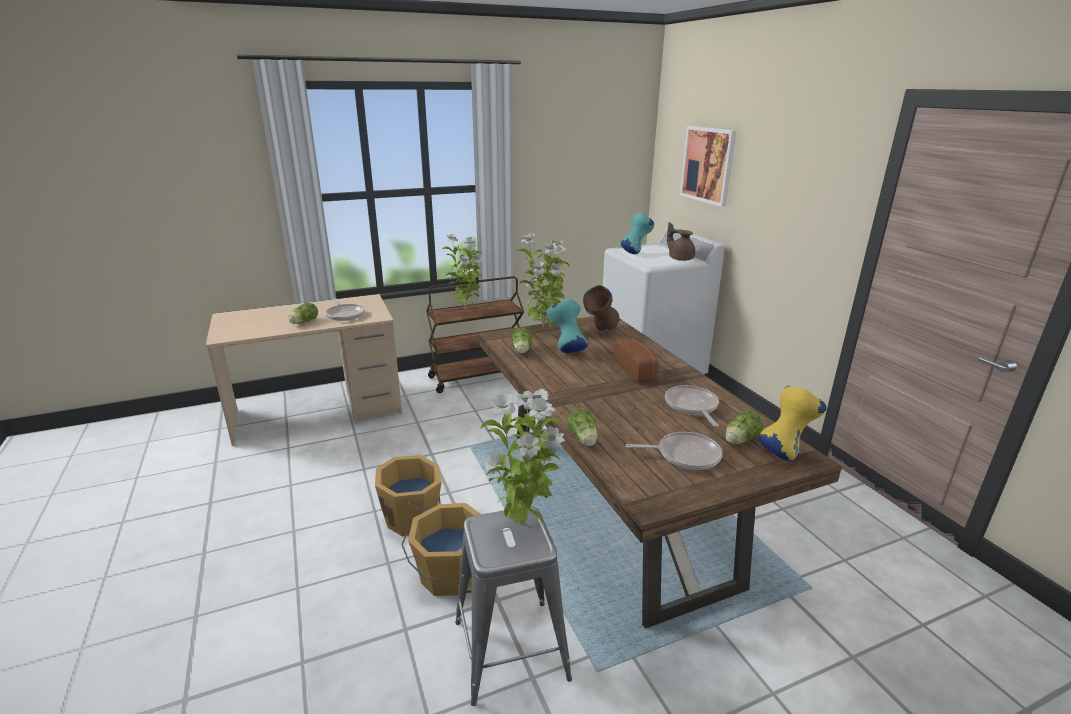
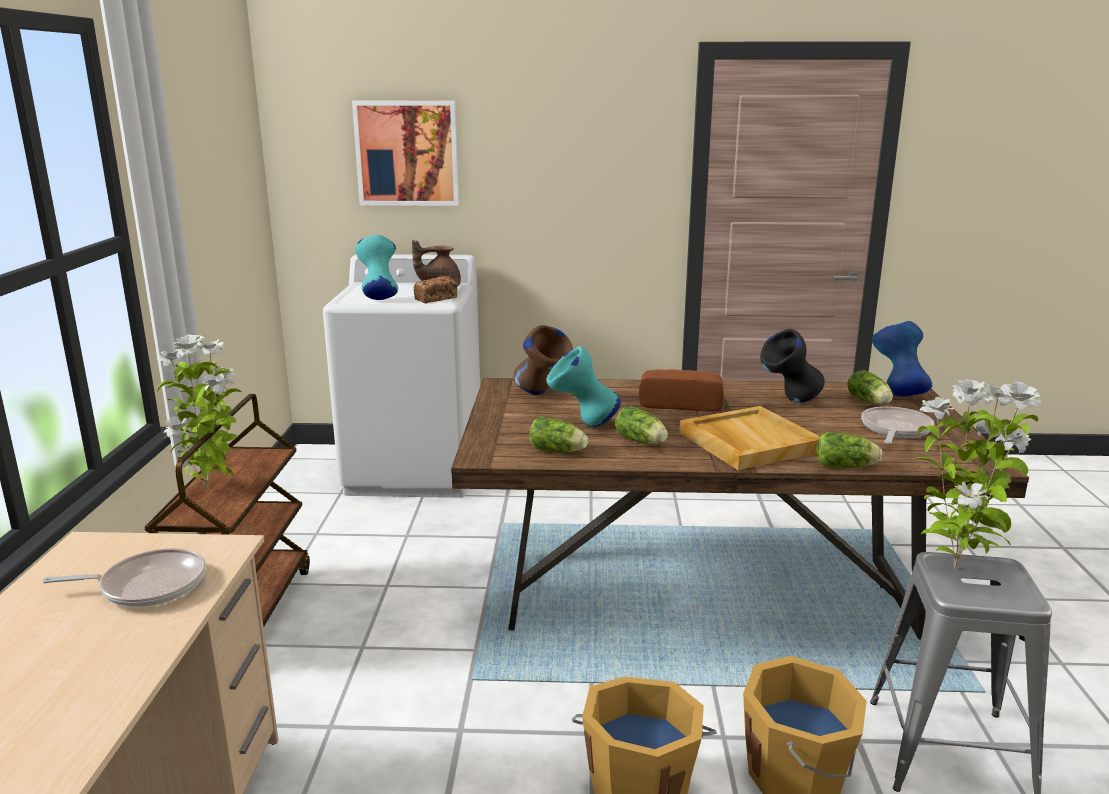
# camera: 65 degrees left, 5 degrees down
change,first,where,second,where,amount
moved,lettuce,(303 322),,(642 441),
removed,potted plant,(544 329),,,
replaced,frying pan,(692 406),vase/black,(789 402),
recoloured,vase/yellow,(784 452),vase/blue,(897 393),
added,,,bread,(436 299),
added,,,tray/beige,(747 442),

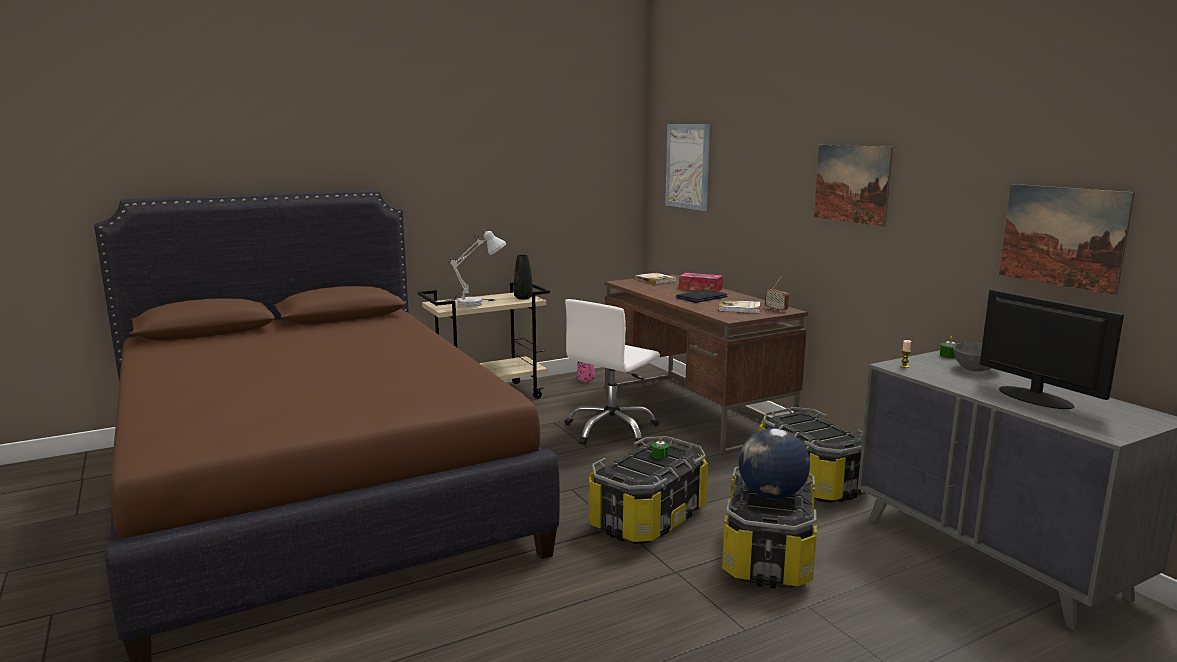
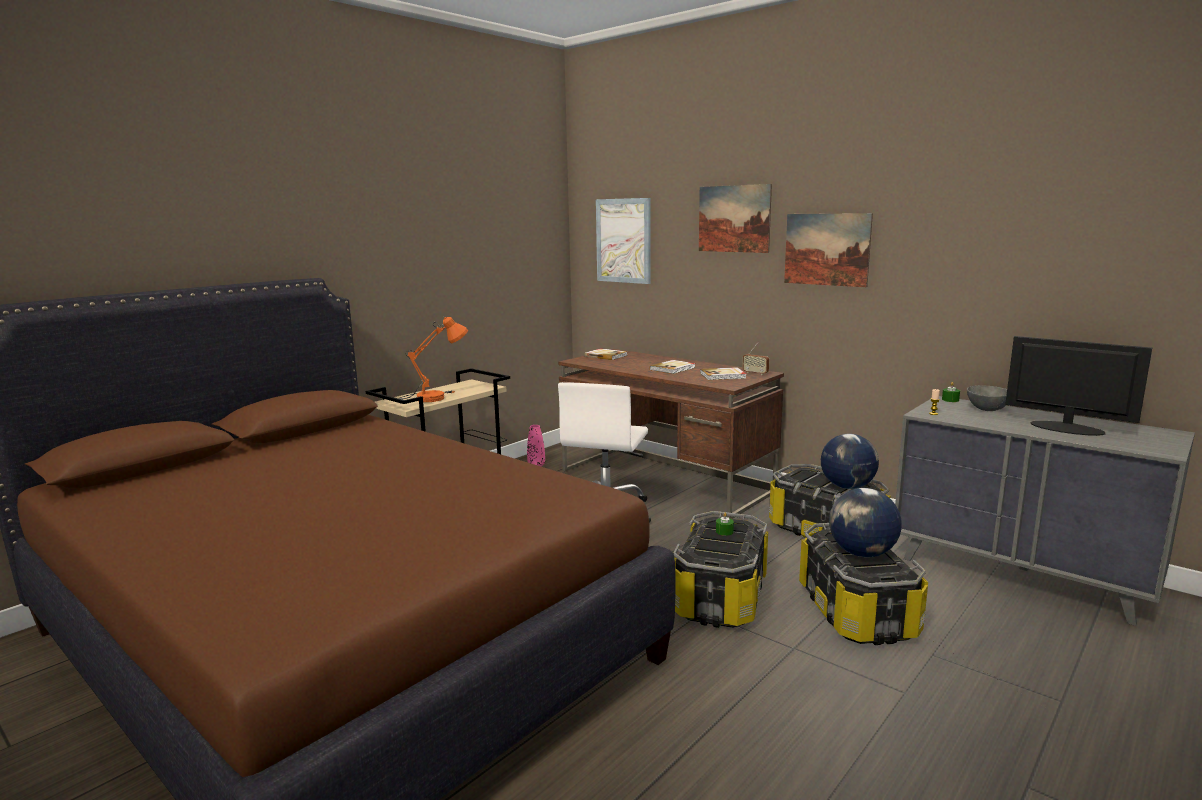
# camera: 20 degrees left, 0 degrees up
change,first,where,second,where,amount
recoloured,table lamp/white,(475 303),table lamp/orange,(434 397),
removed,vase/black,(523 298),,,
replaced,laptop,(701 297),book,(673 368),
removed,tissue box,(700 288),,,
moved,picture,(1062 236),,(734 219),
added,,,globe,(848 487),

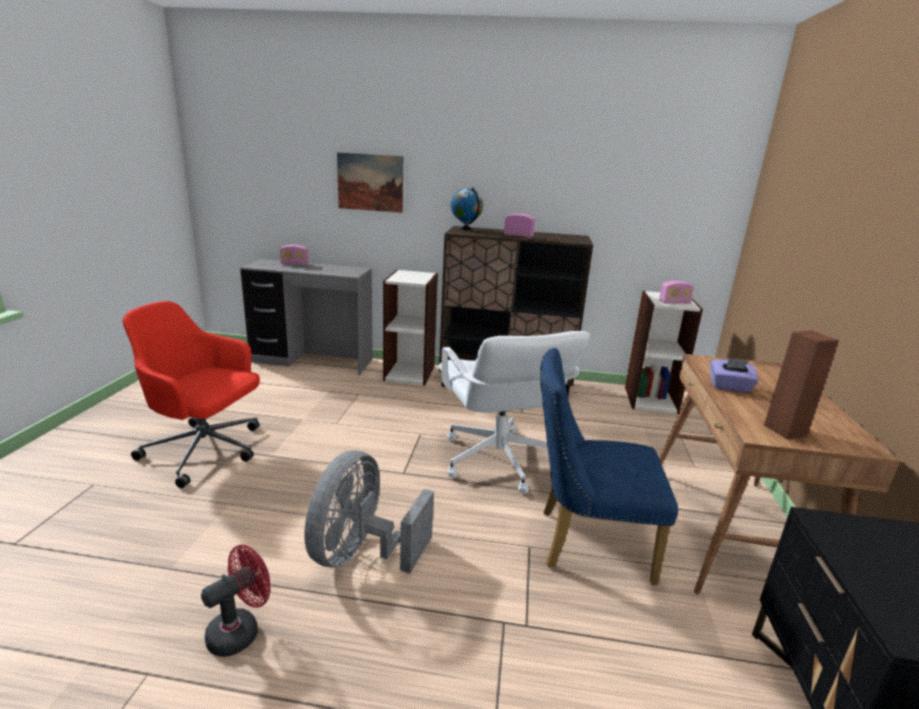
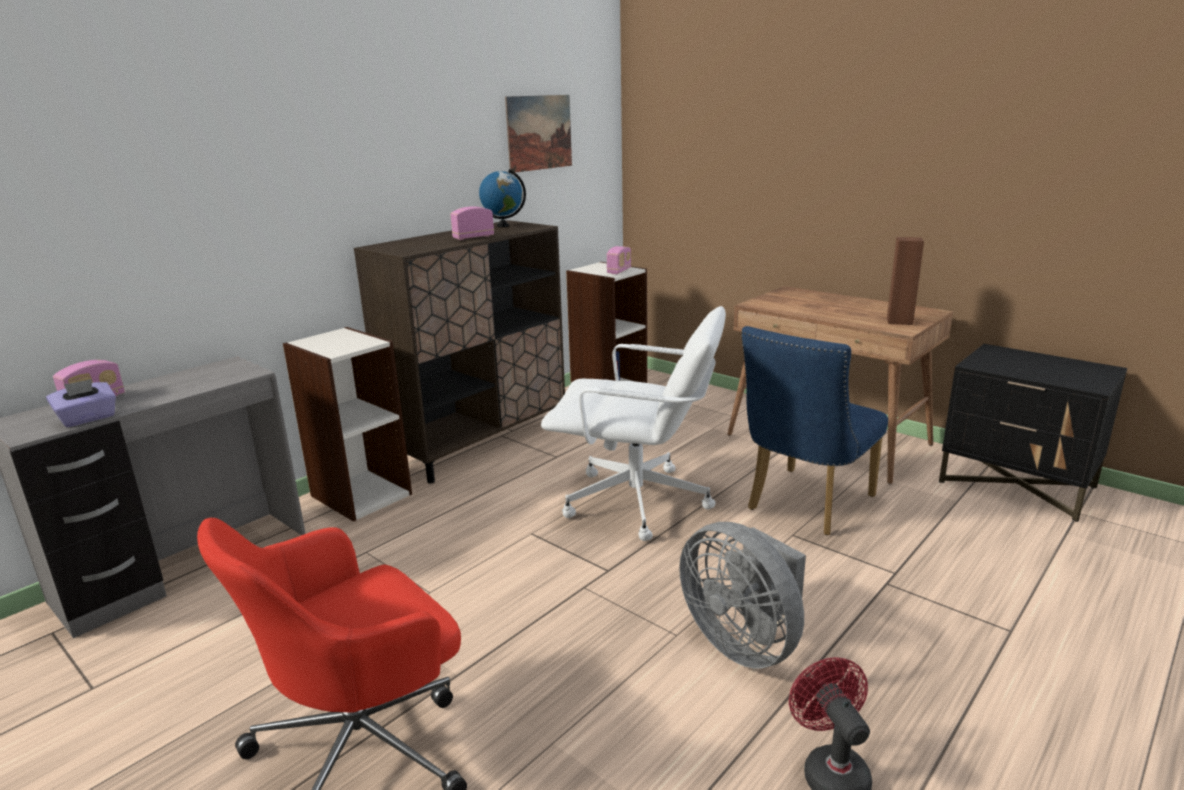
# camera: 55 degrees left, 0 degrees up
change,first,where,second,where,amount
moved,picture,(370 182),,(539 132),
moved,globe,(465 229),,(503 226),
moved,tissue box/purple,(730 387),,(88 419),

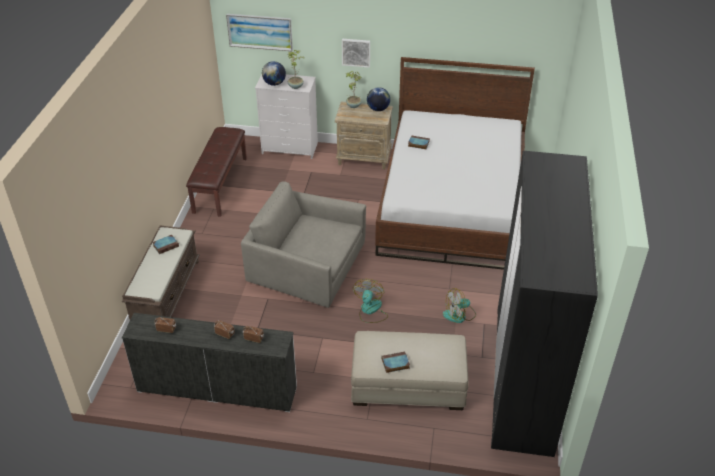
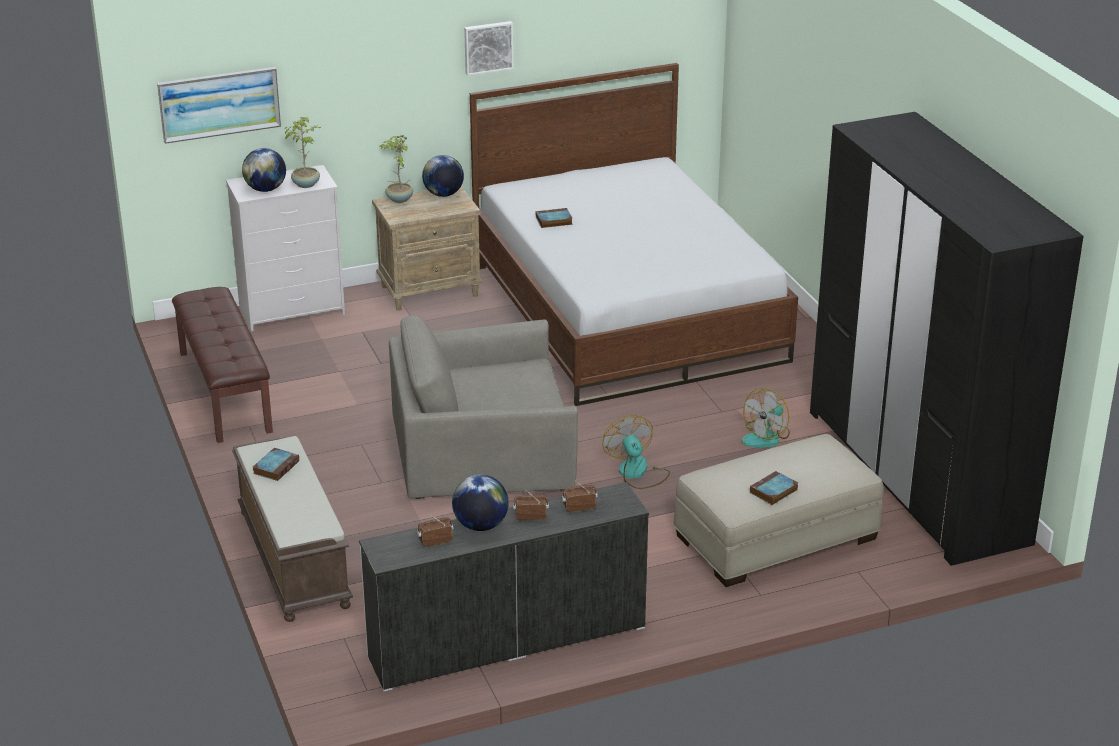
# camera: 30 degrees left, 10 degrees down
change,first,where,second,where,amount
moved,picture,(356 52),,(488 47),
added,,,globe,(480 525),

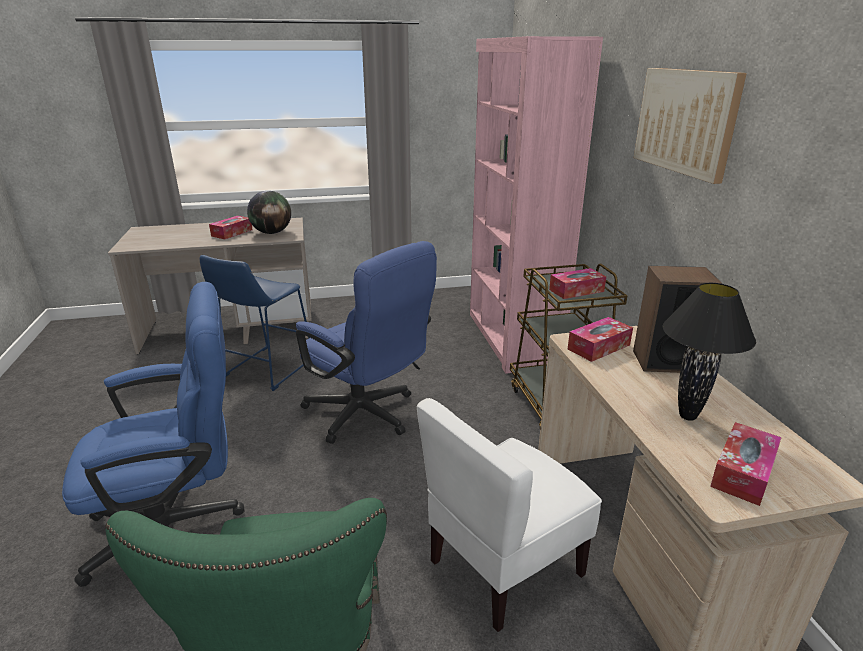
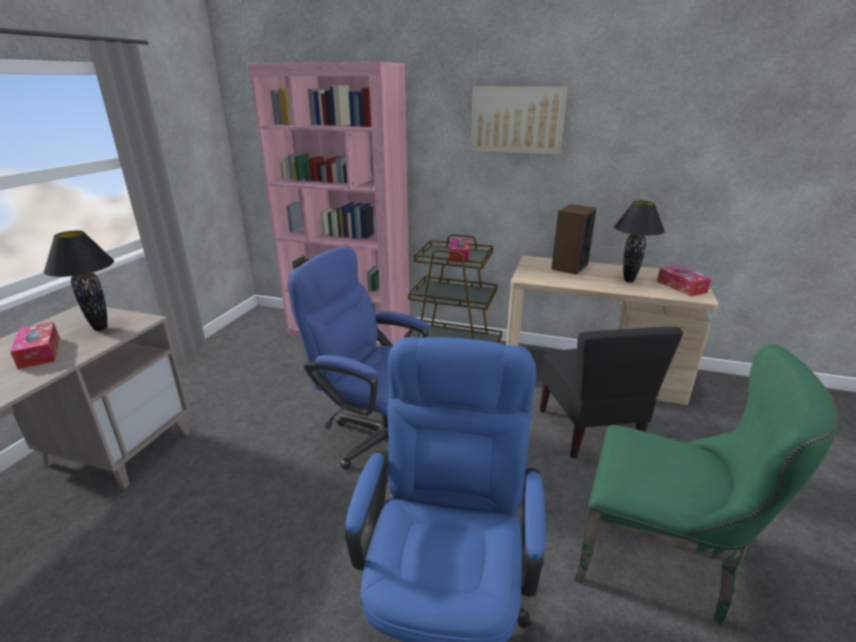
# camera: 60 degrees left, 0 degrees up
change,first,where,second,where,amount
removed,stool/blue,(266 370),,,
replaced,globe,(272 232),table lamp/black,(101 328),
turned,office chair/blue,(367 416),,(378 436),135 degrees counterclockwise
recoloured,chair/white,(504 566),chair/black,(589 430),
removed,tissue box,(599 347),,,

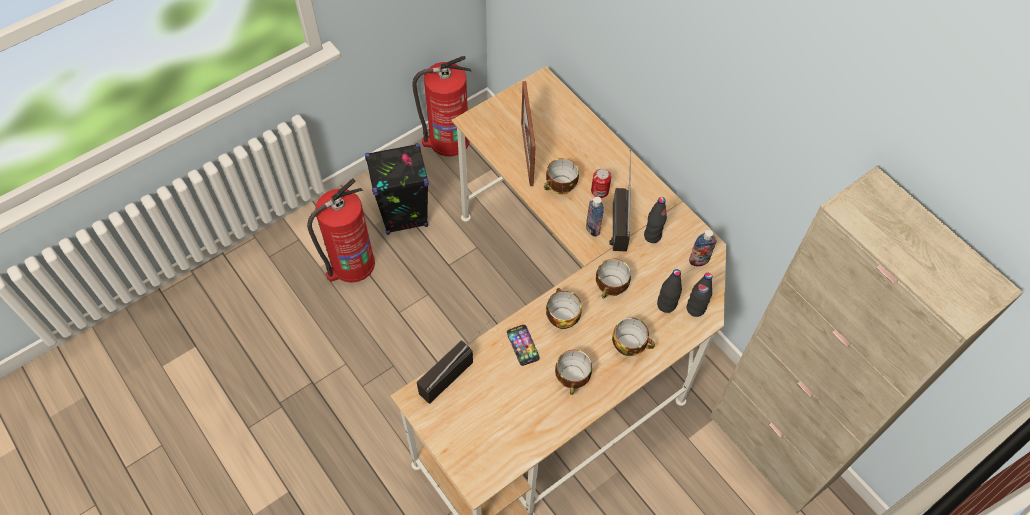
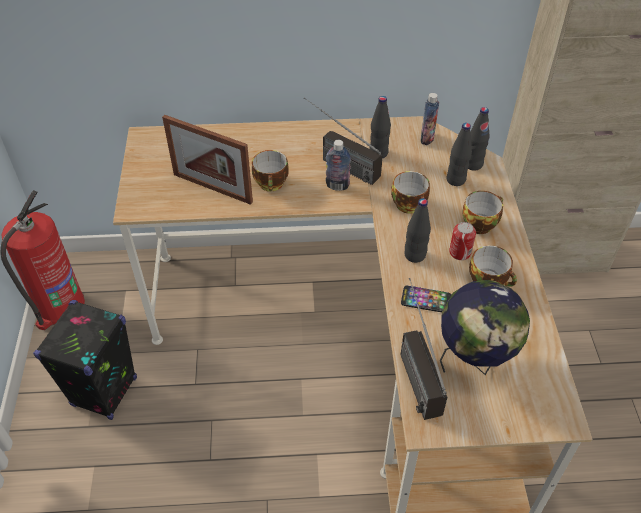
# camera: 55 degrees left, 10 degrees down
change,first,where,second,where,amount
removed,fire extinguisher,(351 264),,,
replaced,cup,(561 316),bottle/black,(415 255),
moved,can,(599 191),,(460 252),
added,,,globe,(474 360),

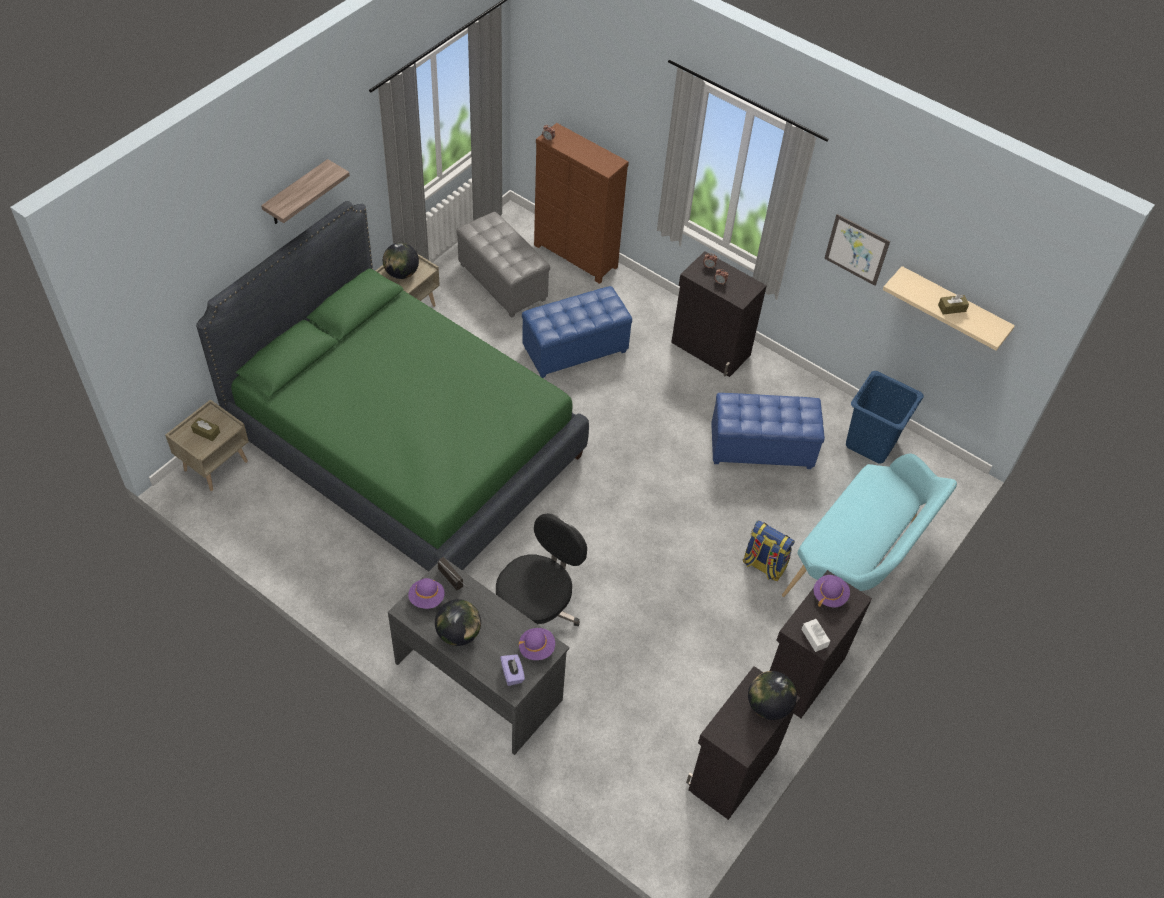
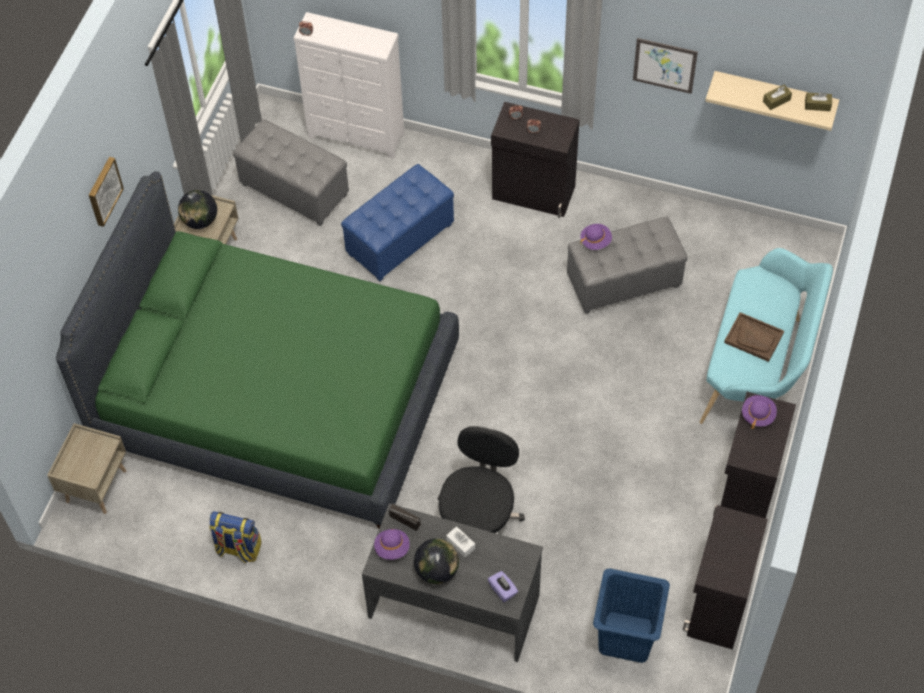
# camera: 15 degrees left, 5 degrees up
change,first,where,second,where,amount
moved,tissue box/brown,(206 432),,(817 105),
replaced,shelf,(297 194),picture,(103 191),
moved,hat/purple,(536 648),,(595 241),
recoloured,dresser/brown,(575 257),dresser/white,(356 136),
recoloured,ottoman/blue,(761 449),ottoman/grey,(624 283),
moved,backpack,(763 565),,(238 548),
removed,globe,(768 706),,,
moved,tissue box/white,(814 638),,(460 544),
moved,laundry basket/blue,(871 442),,(625 636),
added,,,tray/brown,(754 338),

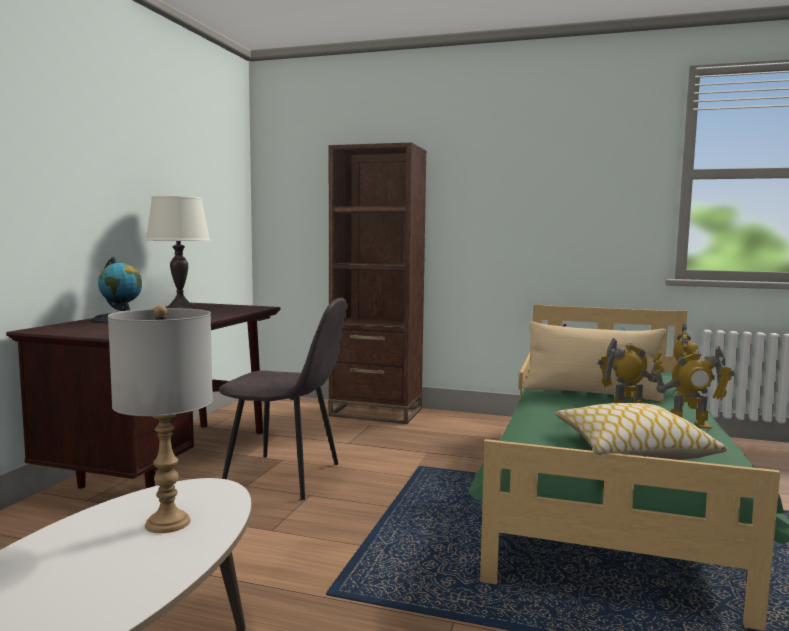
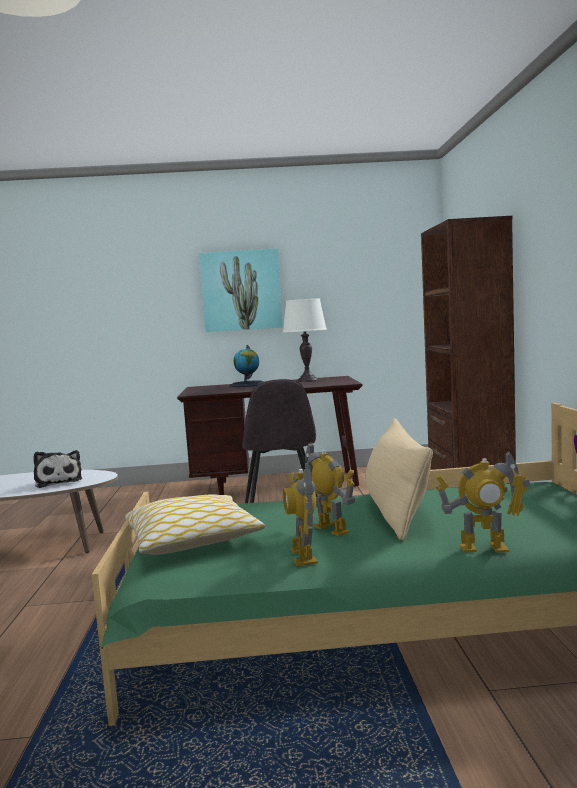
# camera: 70 degrees right, 0 degrees up
change,first,where,second,where,amount
replaced,table lamp/grey,(167 523),plush toy,(58 481),
added,,,picture,(241 290),

